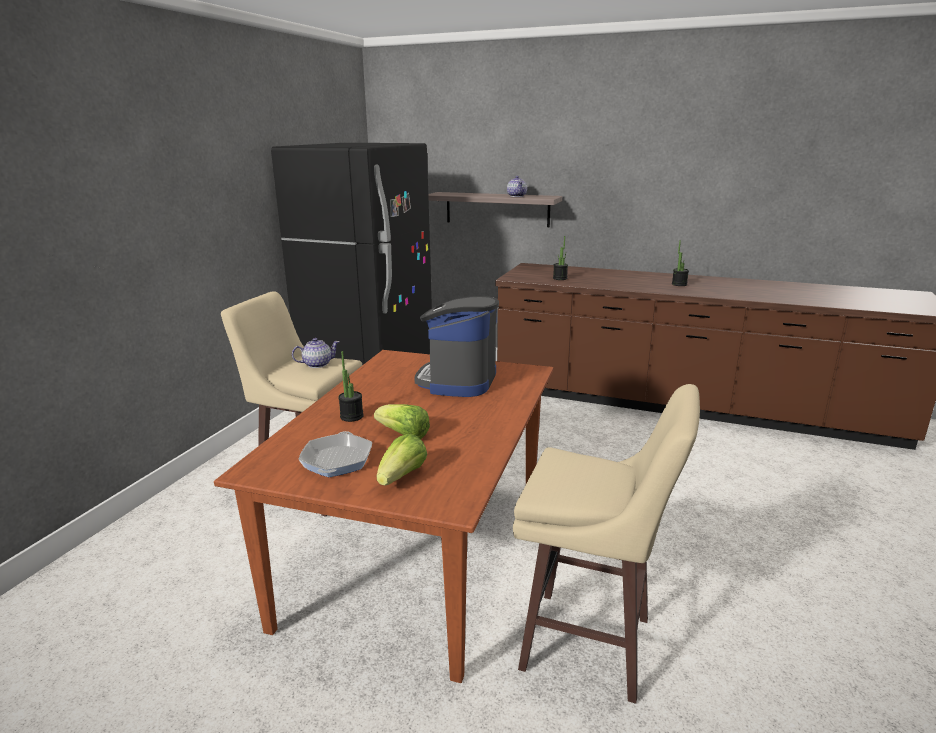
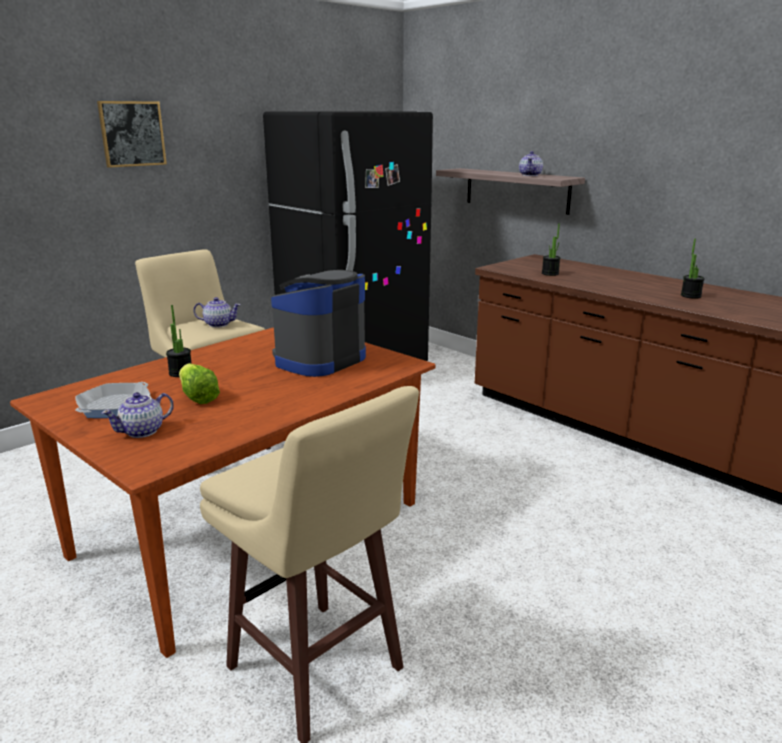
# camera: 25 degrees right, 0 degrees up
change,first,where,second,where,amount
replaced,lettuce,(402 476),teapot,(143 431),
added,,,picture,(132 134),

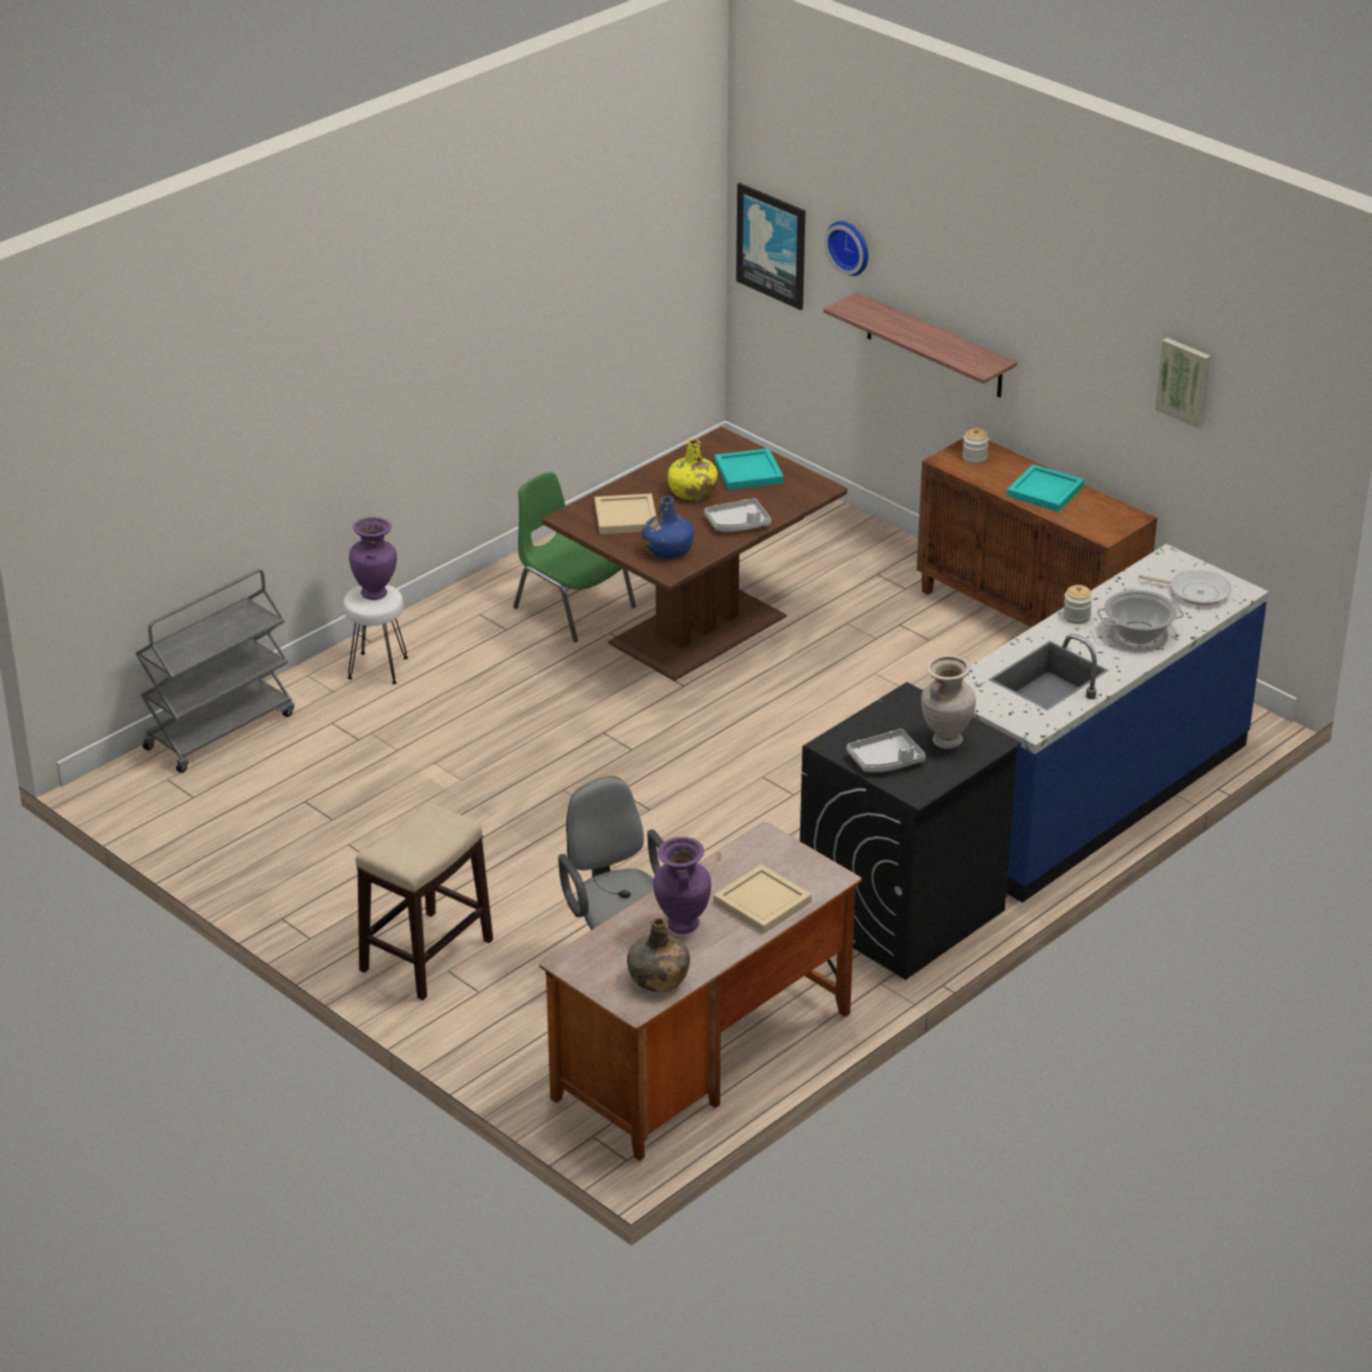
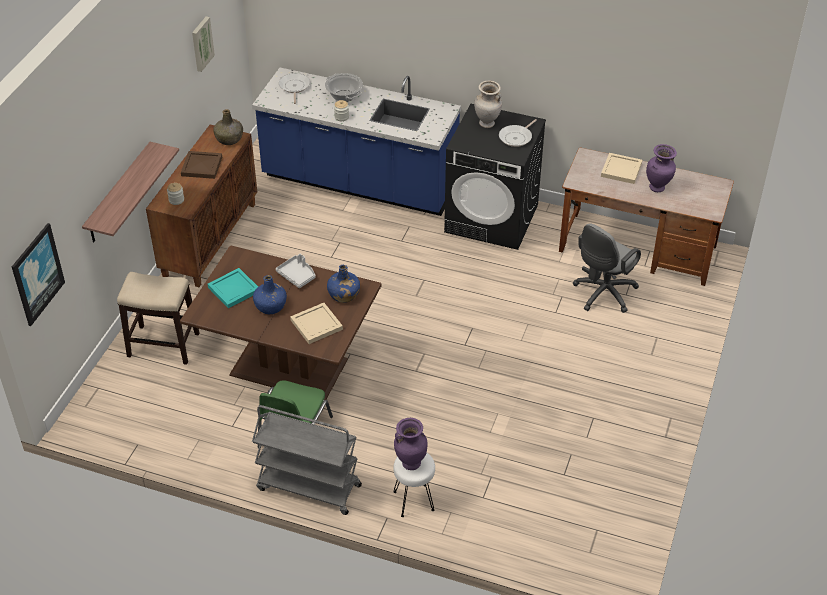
# camera: 115 degrees left, 10 degrees up
change,first,where,second,where,amount
moved,cart/grey,(220 730),,(308 487),
moved,stool,(427 954),,(162 345),
moved,bottle/green,(658 978),,(229 139),
recoloured,bottle/yellow,(692 492),bottle/blue,(271 306),
removed,wall clock,(850 246),,,
replaced,tray/grey,(886 761),frying pan,(516 137),
recoloured,tray/turquoise,(1046 491),tray/brown,(201 166),

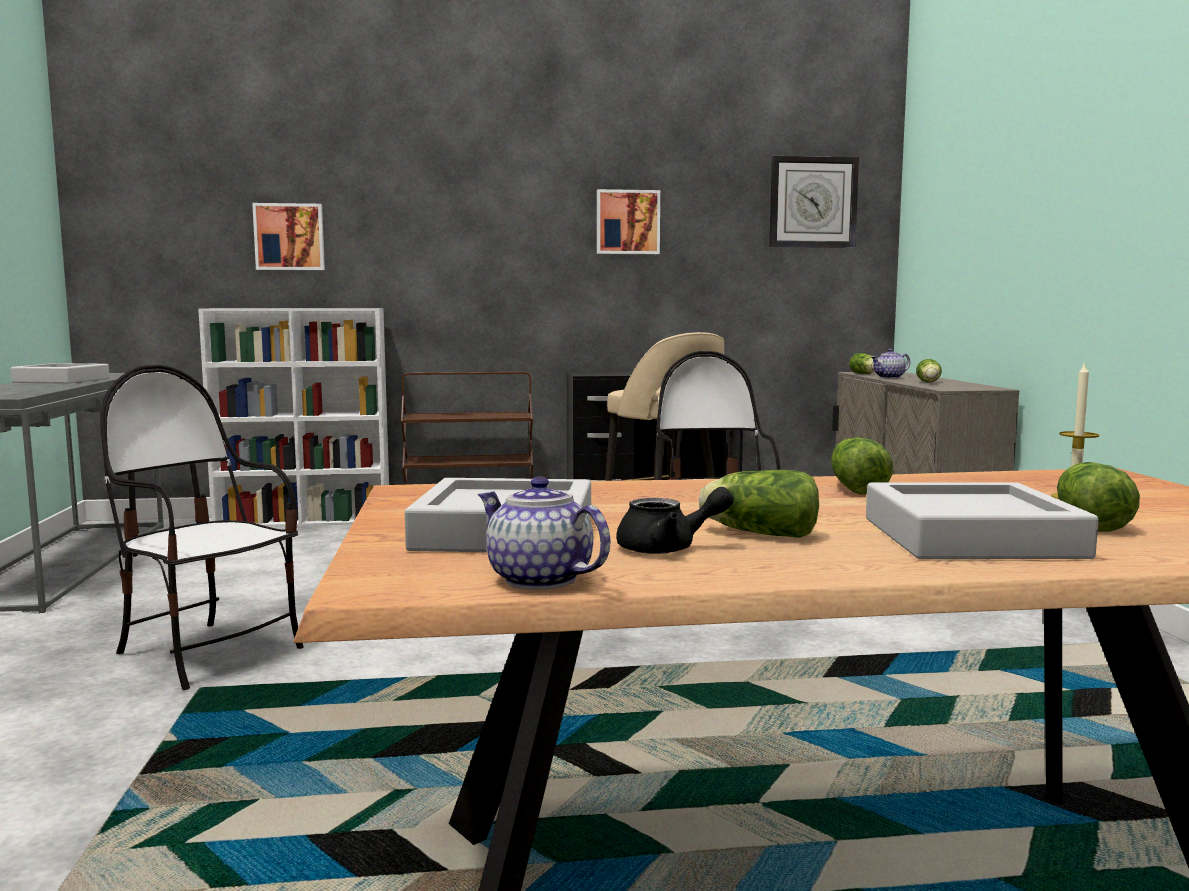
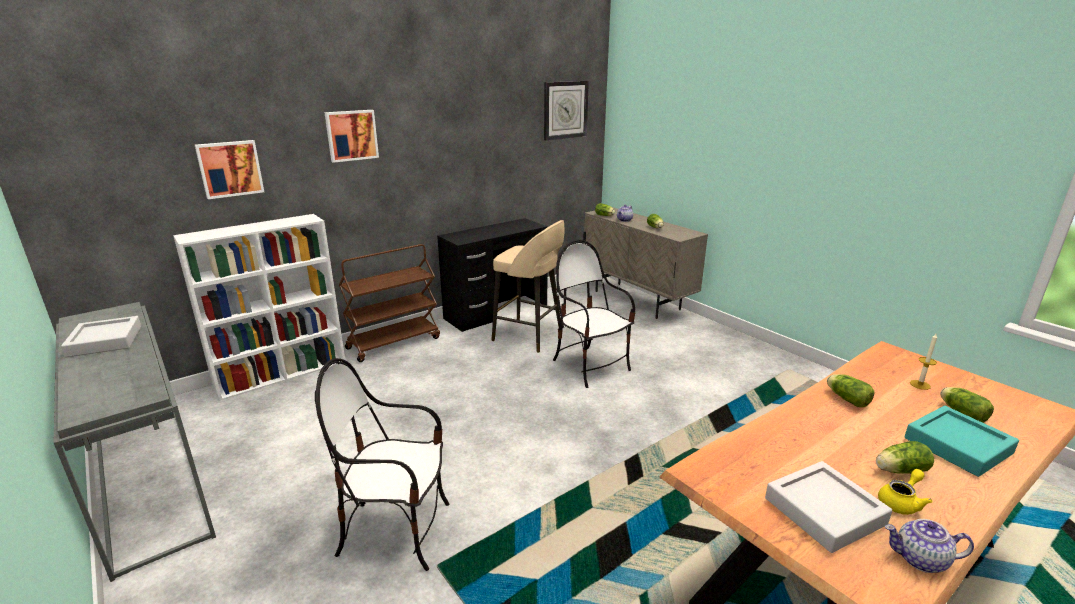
# camera: 30 degrees left, 15 degrees up
change,first,where,second,where,amount
moved,picture,(627 222),,(351 135),
recoloured,teapot/black,(668 548),teapot/yellow,(901 502),
recoloured,tray/grey,(970 538),tray/turquoise,(957 445),

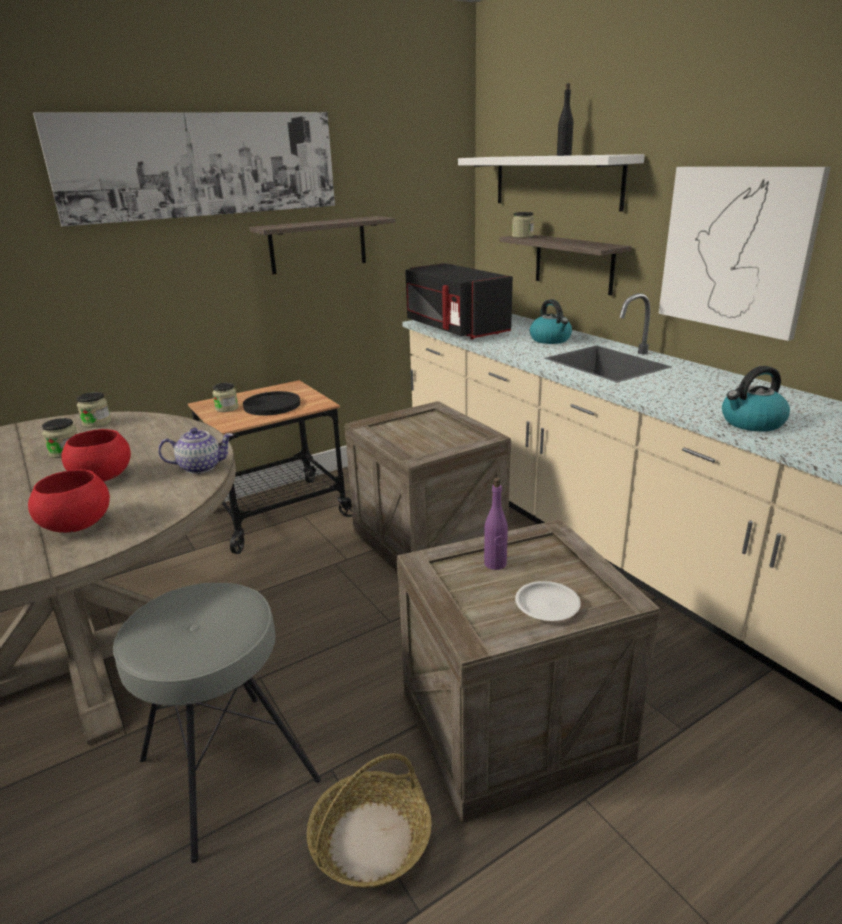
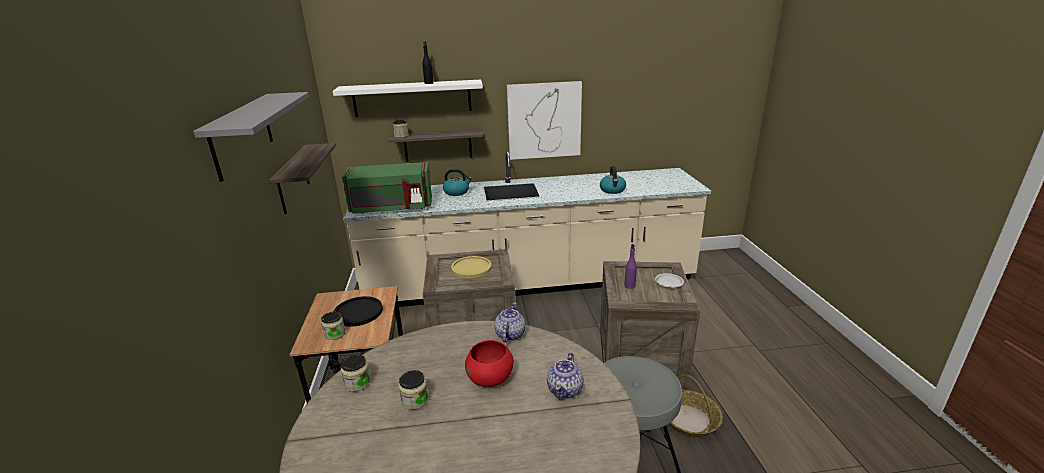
# camera: 65 degrees left, 0 degrees up
change,first,where,second,where,amount
replaced,bowl/red,(77 525),teapot,(565 389),
replaced,picture,(202 165),shelf/grey,(242 134),
recoloured,microwave/black,(454 328),microwave/green,(391 208),
added,,,plate/yellow,(471 268),

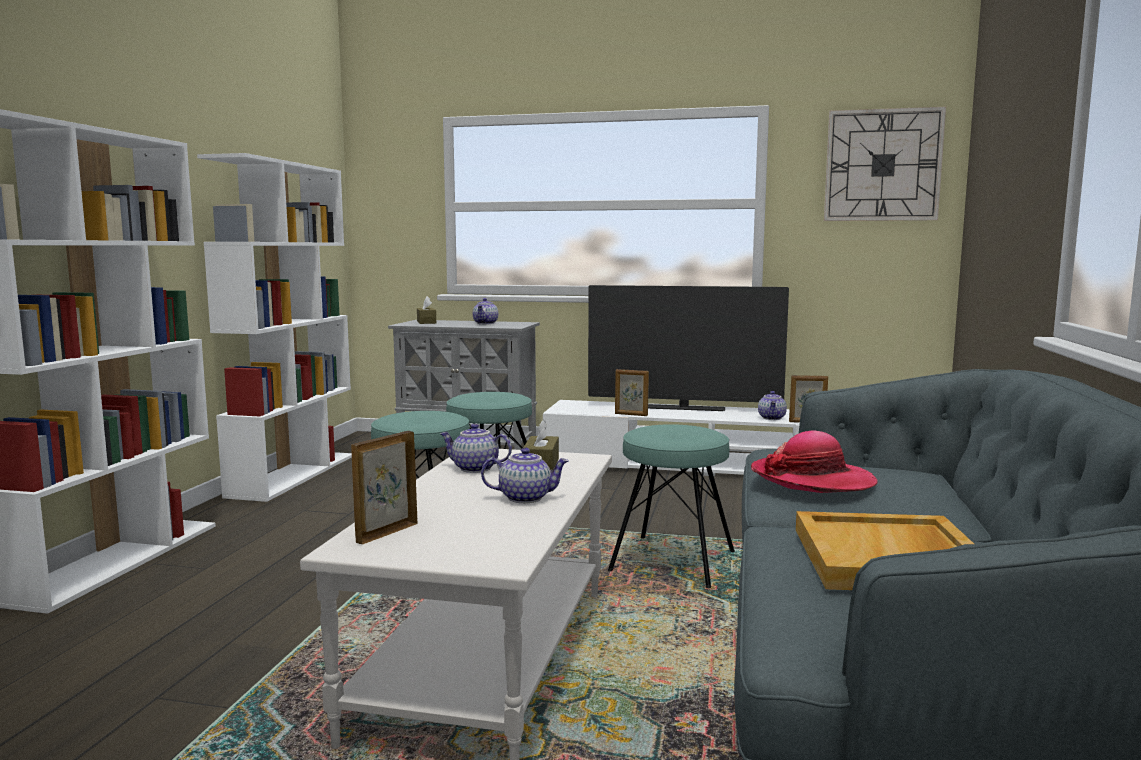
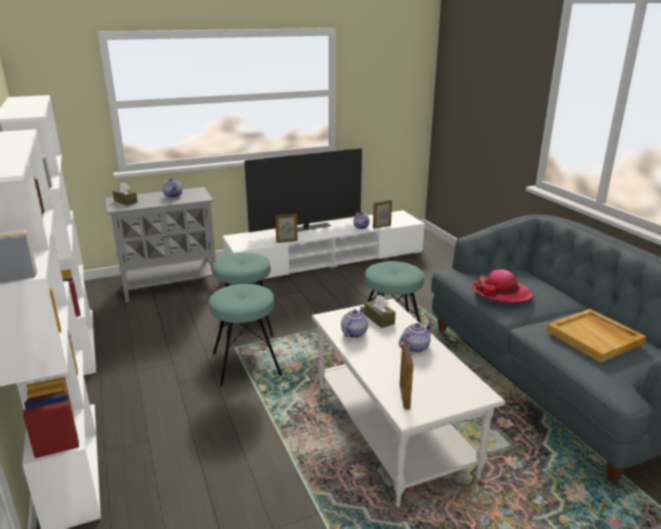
# camera: 35 degrees left, 15 degrees up
change,first,where,second,where,amount
turned,teapot,(474 469),,(353 332),135 degrees clockwise
removed,wall clock,(882 165),,,

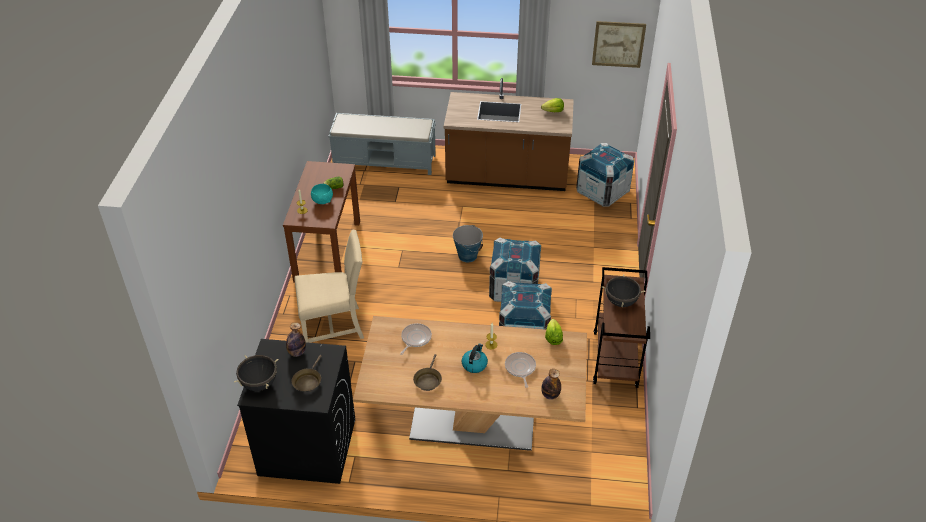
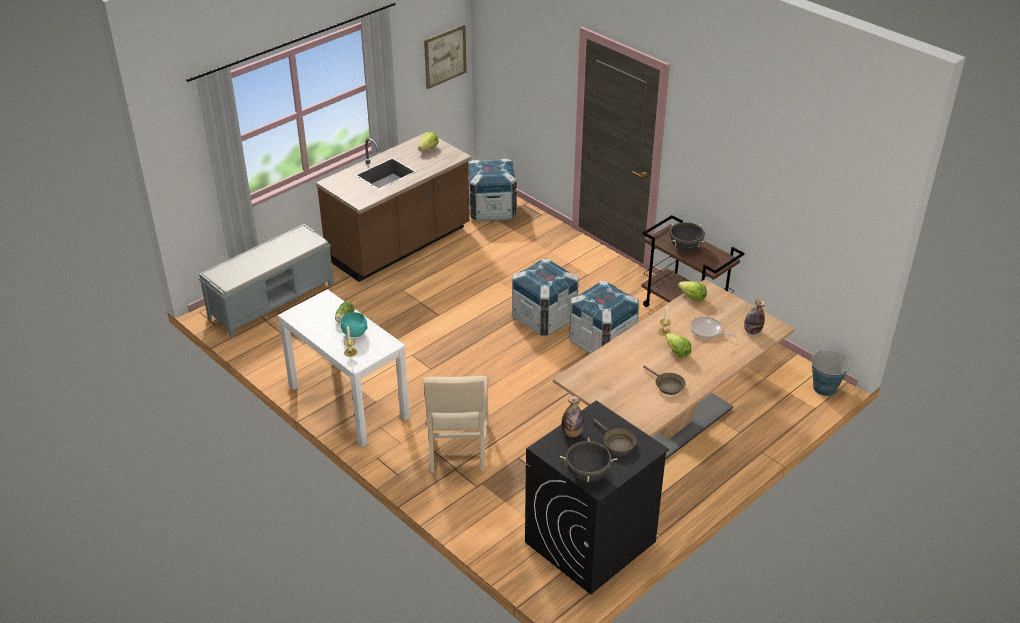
# camera: 50 degrees left, 5 degrees down
change,first,where,second,where,amount
recoloured,console table/brown,(327 250),console table/white,(348 401),
turned,chair/beige,(334 326),,(457 448),150 degrees clockwise
removed,frying pan,(415 338),,,
moved,bucket,(467 255),,(824 388),
replaced,kettle,(474 364),lettuce,(677 352),

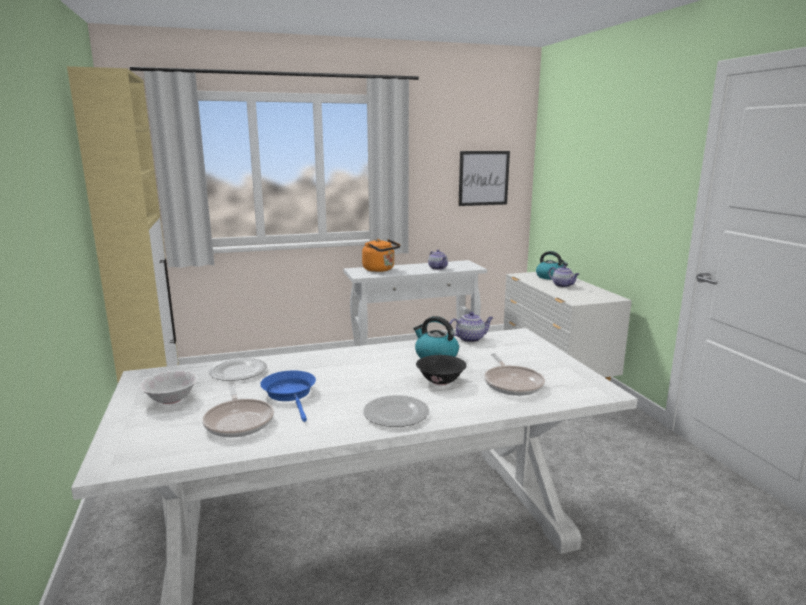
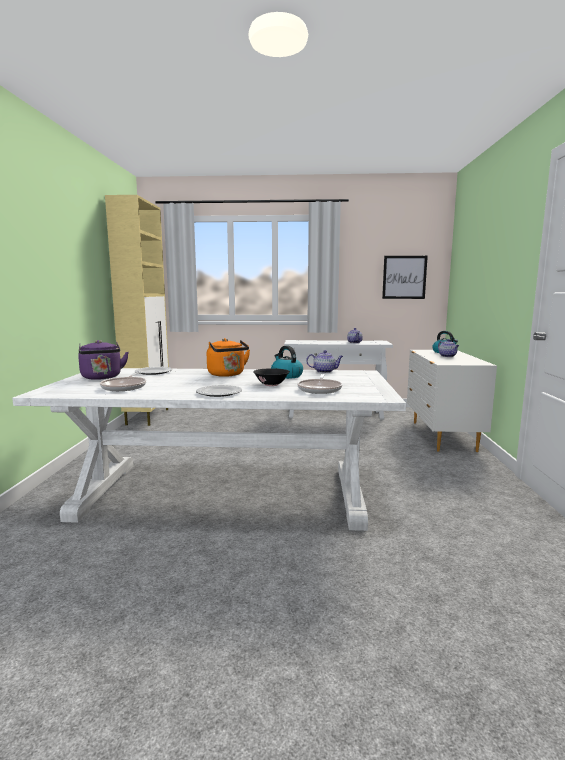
# camera: 20 degrees right, 5 degrees down
change,first,where,second,where,amount
replaced,bowl/white,(171 399),kettle/purple,(102 377),
removed,frying pan/blue,(290 394),,,
moved,kettle/orange,(380 270),,(227 375),

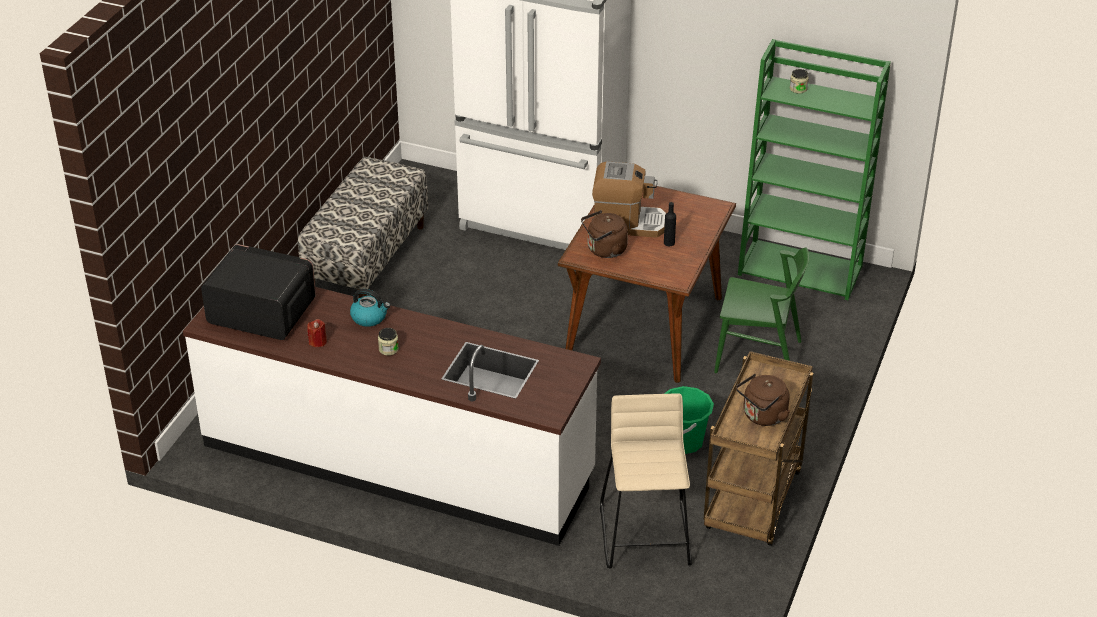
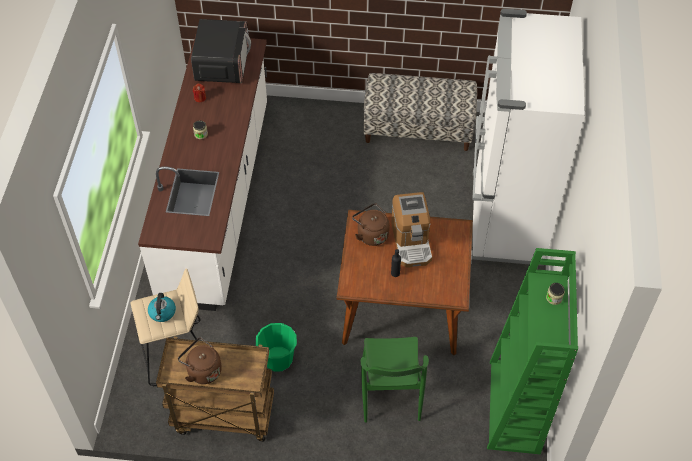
# camera: 75 degrees right, 15 degrees up
change,first,where,second,where,amount
moved,kettle,(369 317),,(162 313),

